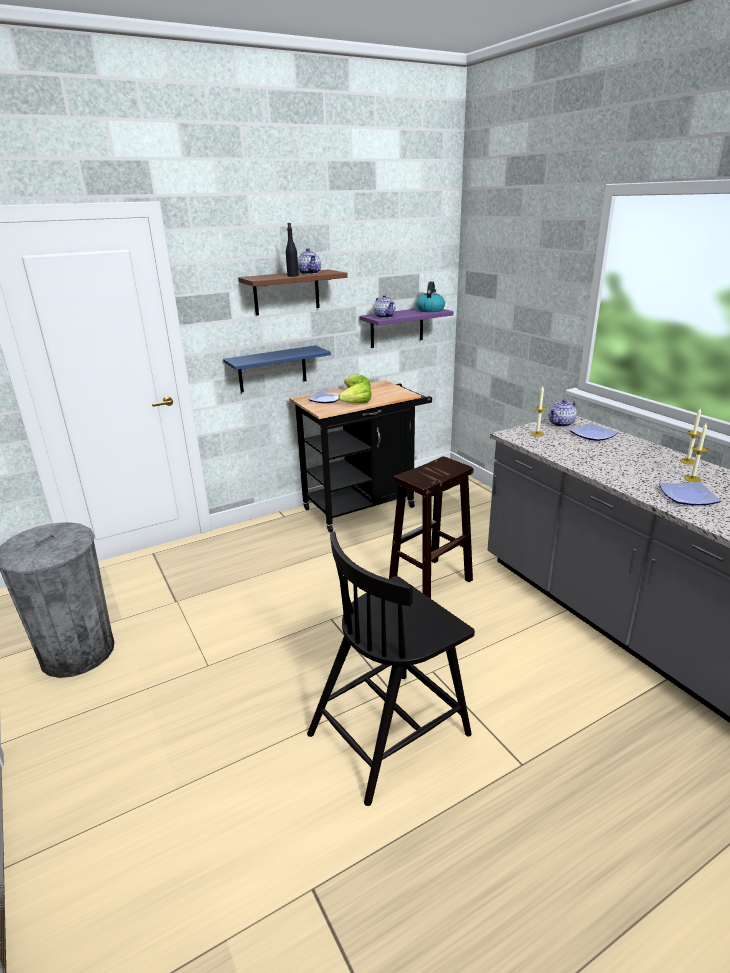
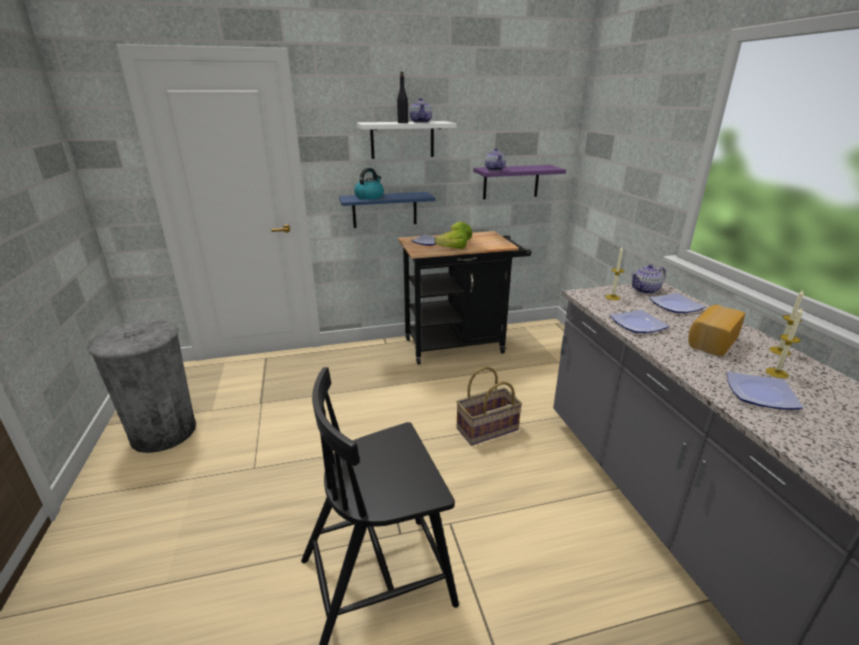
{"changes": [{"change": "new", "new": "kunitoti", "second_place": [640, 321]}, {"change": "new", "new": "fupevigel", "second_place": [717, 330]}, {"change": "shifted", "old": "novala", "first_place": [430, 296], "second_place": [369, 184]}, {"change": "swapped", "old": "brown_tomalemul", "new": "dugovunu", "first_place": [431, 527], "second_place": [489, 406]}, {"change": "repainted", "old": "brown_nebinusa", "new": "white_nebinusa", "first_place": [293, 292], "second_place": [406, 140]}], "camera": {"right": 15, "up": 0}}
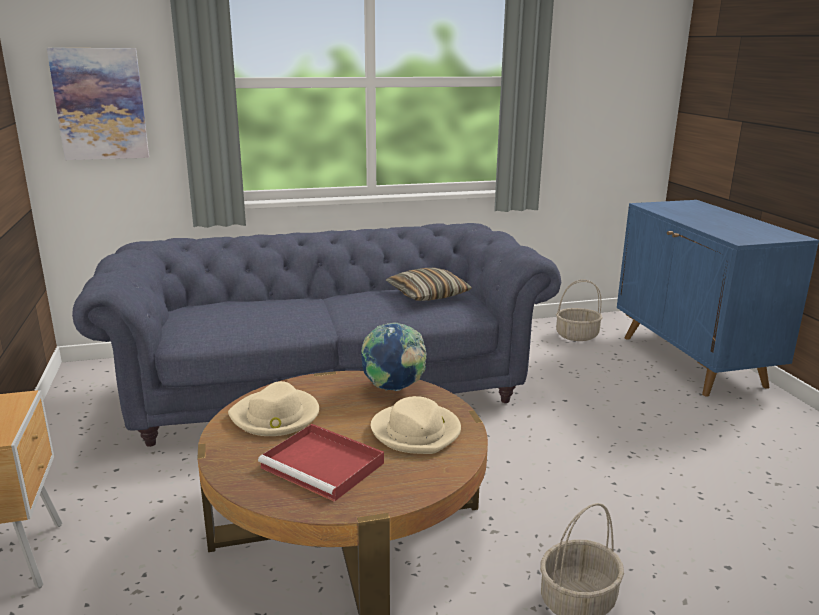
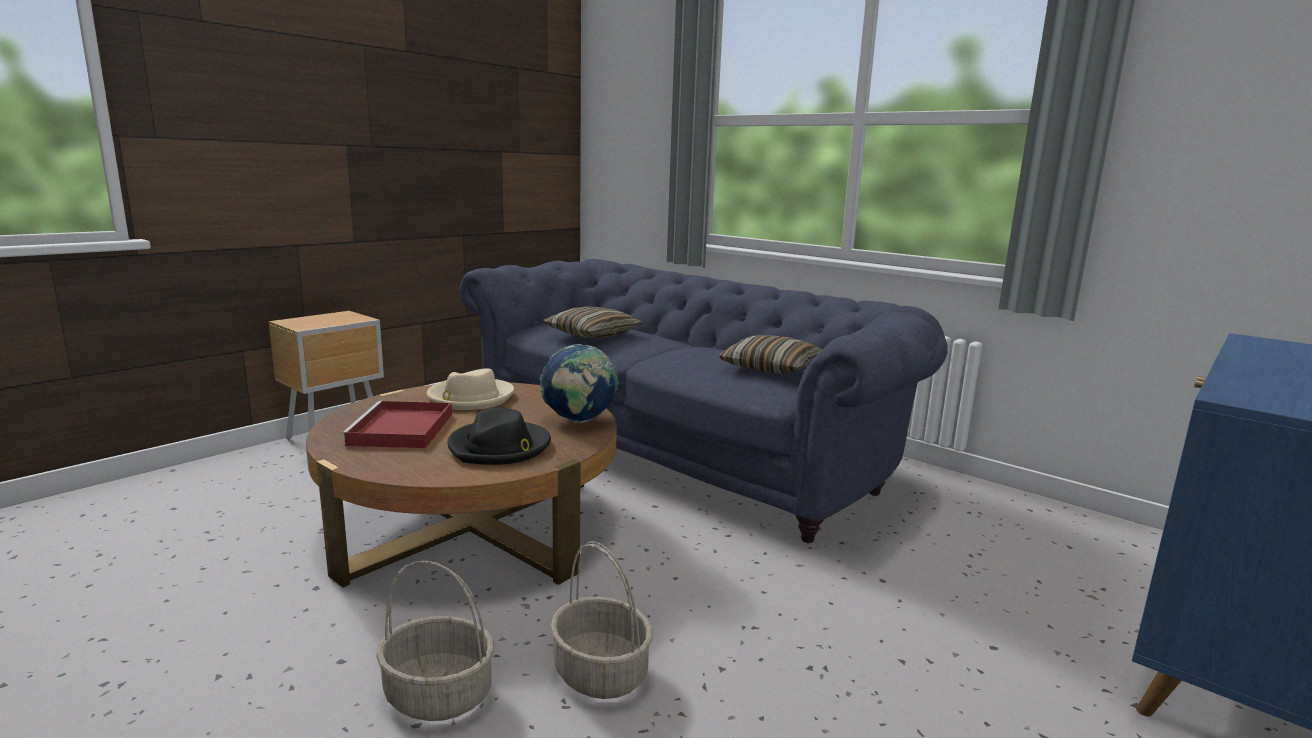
{"changes": [{"change": "gone", "old": "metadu", "first_place": [98, 104]}, {"change": "new", "new": "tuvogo", "second_place": [594, 322]}, {"change": "shifted", "old": "dugovunu", "first_place": [579, 310], "second_place": [601, 620]}, {"change": "repainted", "old": "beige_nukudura", "new": "black_nukudura", "first_place": [416, 425], "second_place": [499, 436]}], "camera": {"right": 55, "up": -5}}
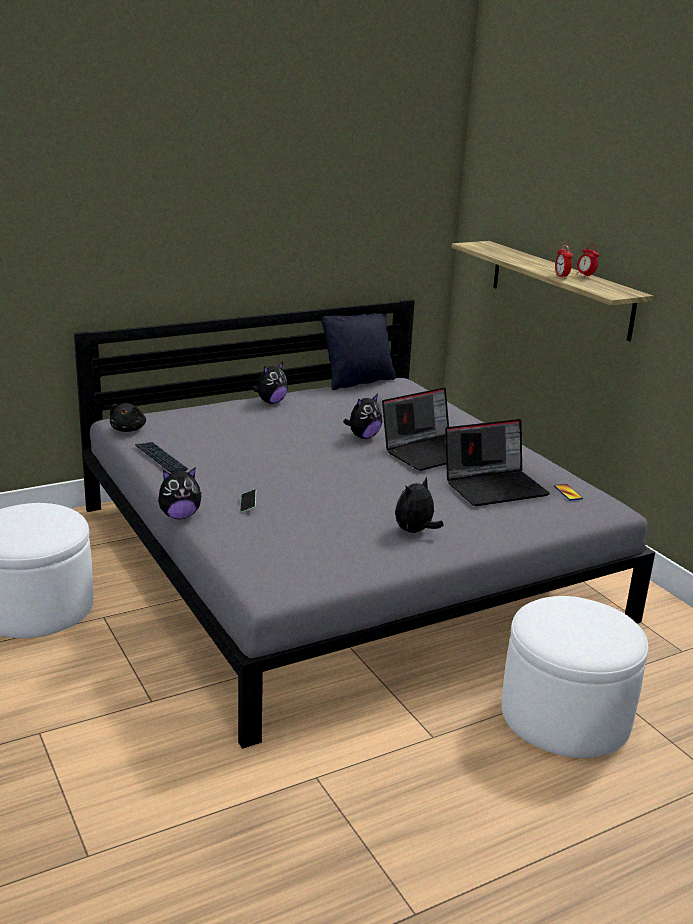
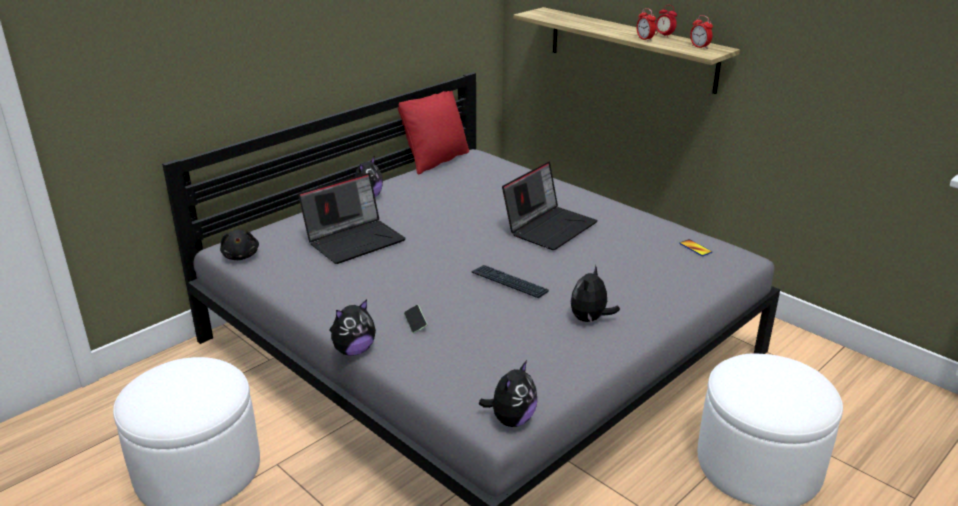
{"changes": [{"change": "new", "new": "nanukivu", "second_place": [701, 32]}, {"change": "shifted", "old": "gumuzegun", "first_place": [161, 457], "second_place": [510, 281]}, {"change": "shifted", "old": "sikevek", "first_place": [362, 416], "second_place": [508, 393]}, {"change": "shifted", "old": "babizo", "first_place": [497, 462], "second_place": [352, 218]}, {"change": "repainted", "old": "black_tuvogo", "new": "red_tuvogo", "first_place": [359, 351], "second_place": [433, 132]}], "camera": {"right": -15, "up": 5}}
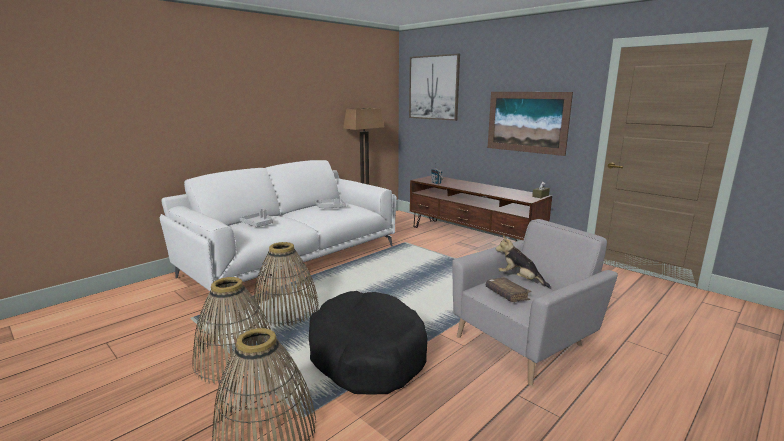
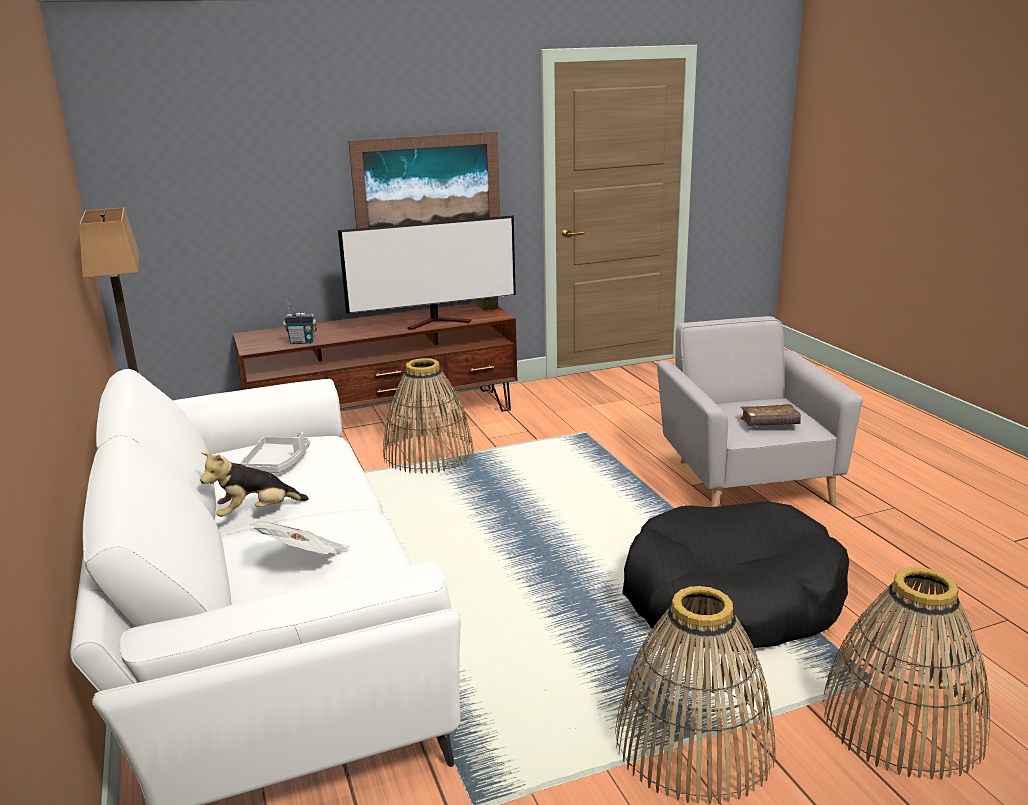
{"changes": [{"change": "gone", "old": "metadu", "first_place": [434, 87]}, {"change": "new", "new": "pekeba", "second_place": [427, 272]}, {"change": "shifted", "old": "dugovunu", "first_place": [286, 284], "second_place": [428, 416]}, {"change": "shifted", "old": "sikevek", "first_place": [523, 261], "second_place": [254, 484]}, {"change": "swapped", "old": "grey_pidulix", "new": "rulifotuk", "first_place": [256, 218], "second_place": [300, 538]}], "camera": {"right": -65, "up": 5}}
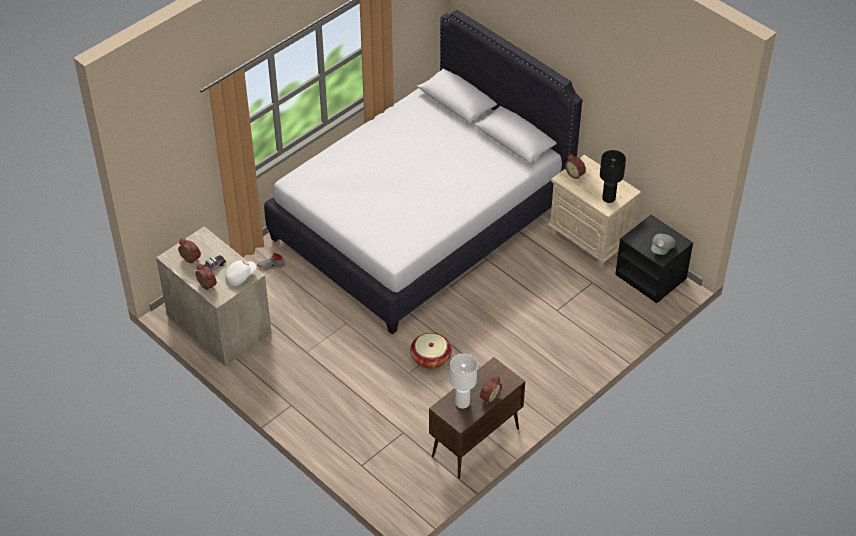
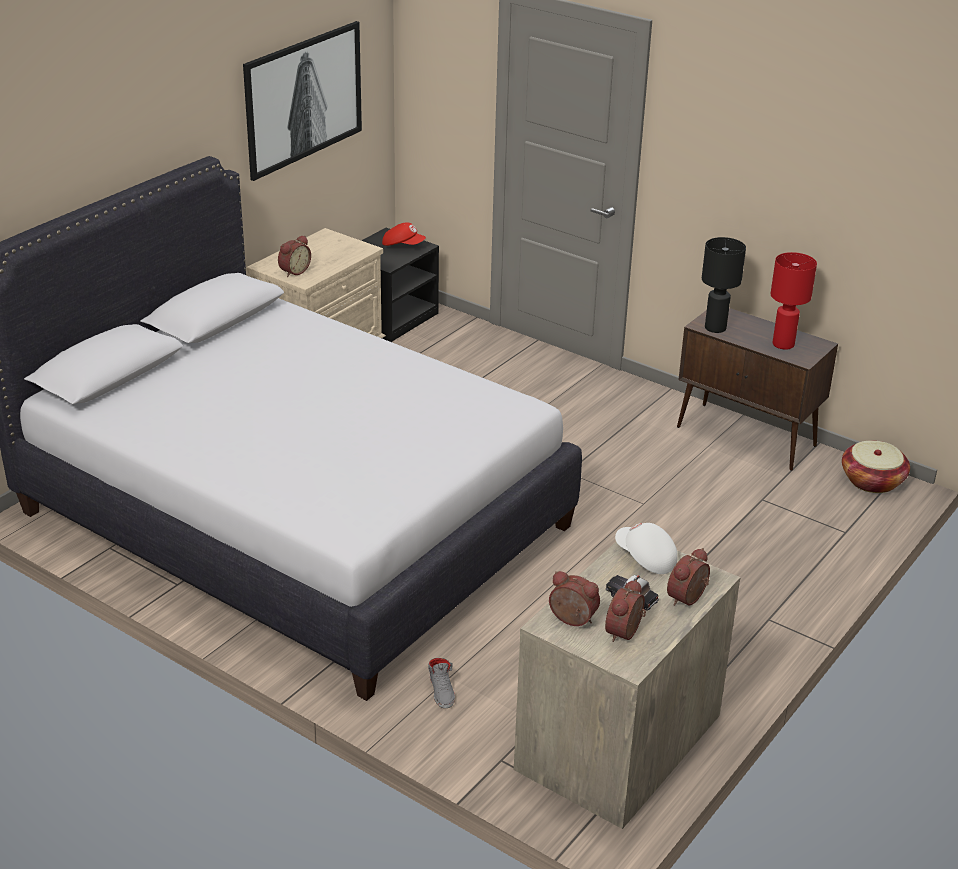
{"changes": [{"change": "new", "new": "metadu", "second_place": [302, 101]}, {"change": "shifted", "old": "dugovunu", "first_place": [431, 351], "second_place": [876, 467]}, {"change": "shifted", "old": "nanukivu", "first_place": [491, 390], "second_place": [574, 598]}, {"change": "shifted", "old": "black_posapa", "first_place": [613, 176], "second_place": [724, 285]}, {"change": "repainted", "old": "white_posapa", "new": "red_posapa", "first_place": [463, 381], "second_place": [794, 301]}, {"change": "repainted", "old": "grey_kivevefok", "new": "red_kivevefok", "first_place": [663, 244], "second_place": [404, 234]}], "camera": {"right": -100, "up": -15}}
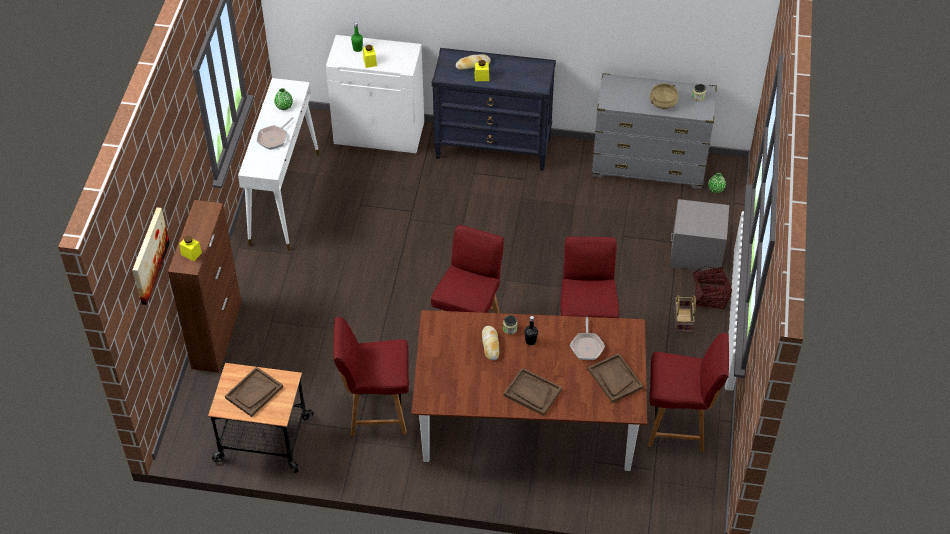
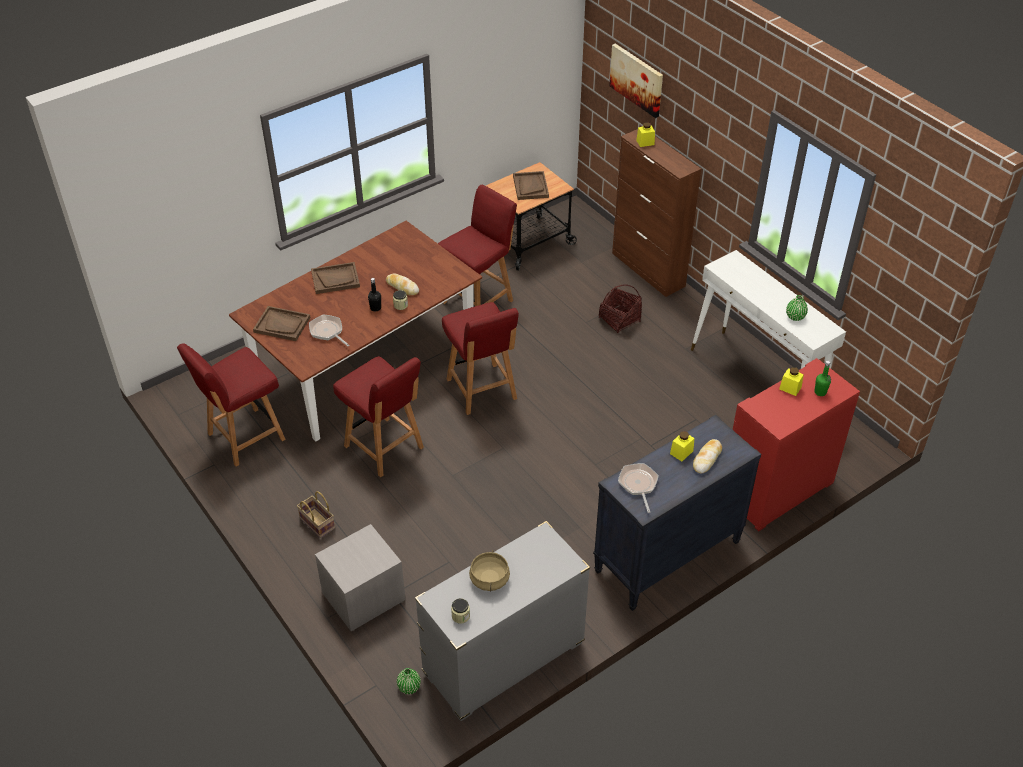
{"changes": [{"change": "shifted", "old": "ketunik", "first_place": [275, 133], "second_place": [638, 488]}, {"change": "shifted", "old": "dugovunu", "first_place": [712, 288], "second_place": [620, 309]}, {"change": "repainted", "old": "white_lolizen", "new": "red_lolizen", "first_place": [375, 94], "second_place": [796, 445]}], "camera": {"right": 135, "up": -5}}
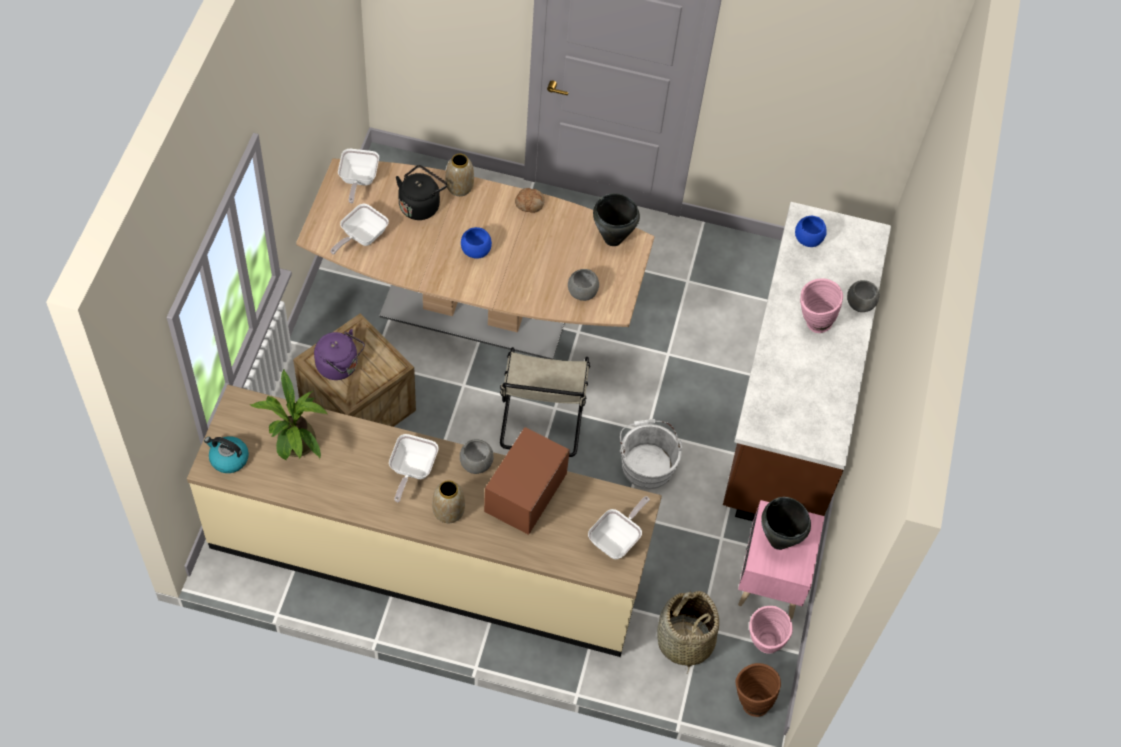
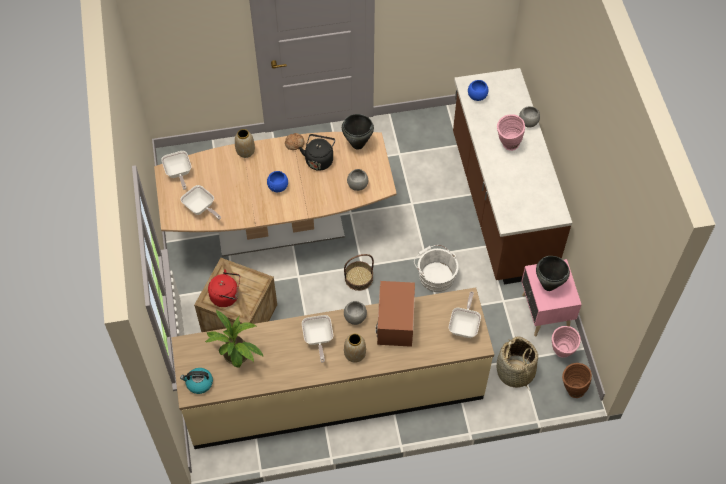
{"changes": [{"change": "shifted", "old": "black_novala", "first_place": [421, 192], "second_place": [317, 152]}, {"change": "swapped", "old": "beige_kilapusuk", "new": "dugovunu", "first_place": [545, 402], "second_place": [359, 272]}, {"change": "repainted", "old": "purple_novala", "new": "red_novala", "first_place": [339, 354], "second_place": [224, 288]}, {"change": "rotated", "old": "ketunik", "first_place": [359, 229], "second_place": [200, 202], "degrees": -60}], "camera": {"right": -20, "up": 0}}
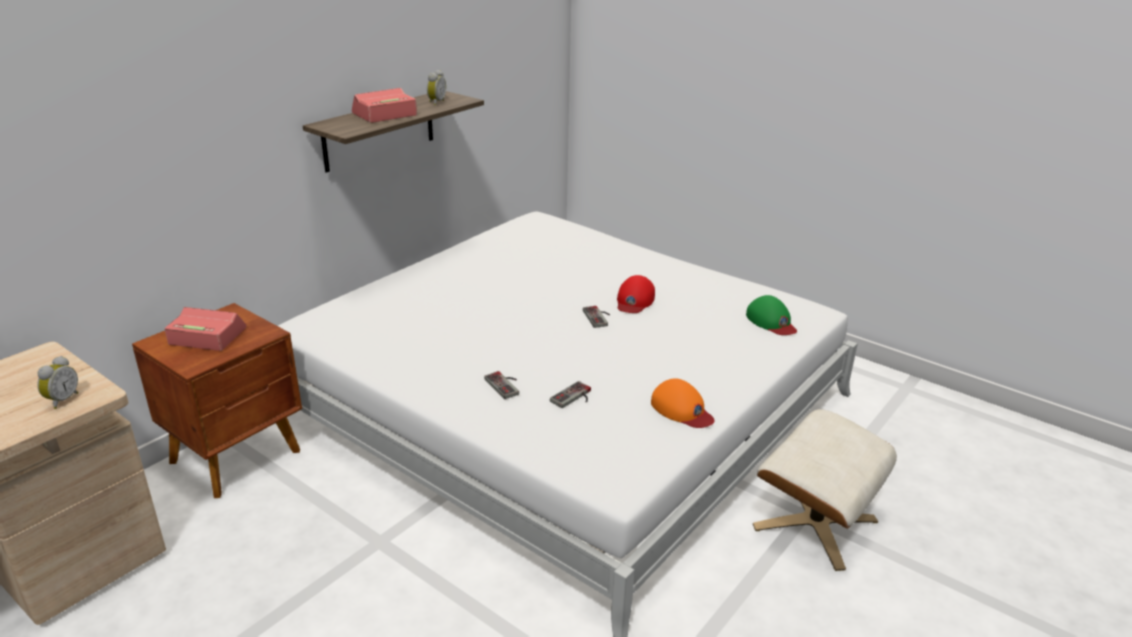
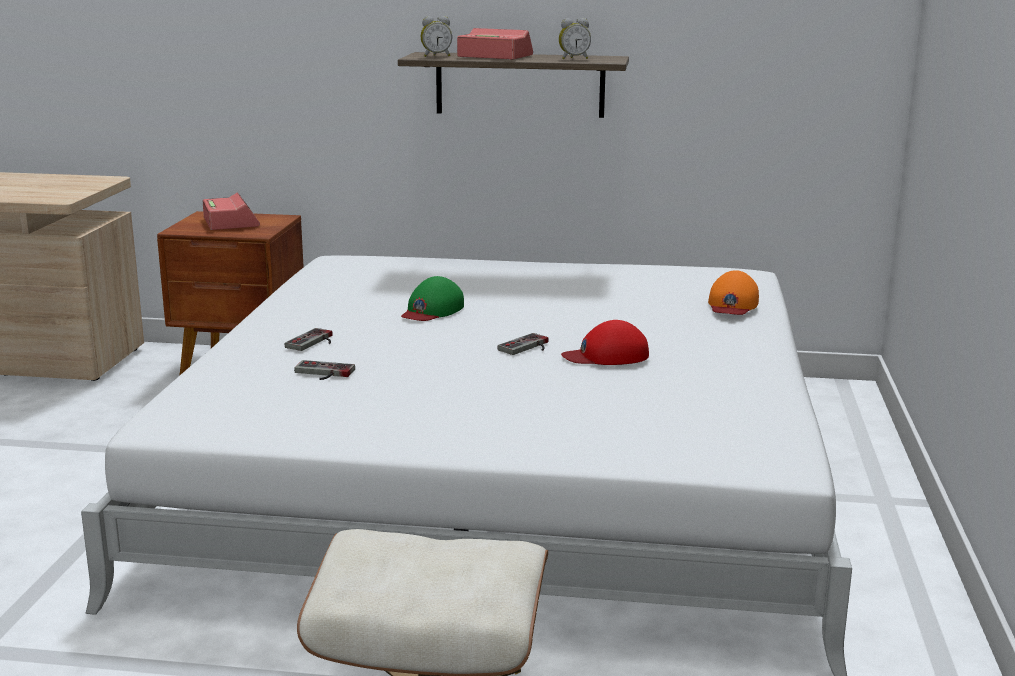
{"changes": [{"change": "shifted", "old": "nanukivu", "first_place": [57, 382], "second_place": [436, 36]}, {"change": "shifted", "old": "orange_kivevefok", "first_place": [683, 403], "second_place": [733, 292]}, {"change": "shifted", "old": "green_kivevefok", "first_place": [771, 315], "second_place": [432, 298]}], "camera": {"right": 60, "up": -10}}
